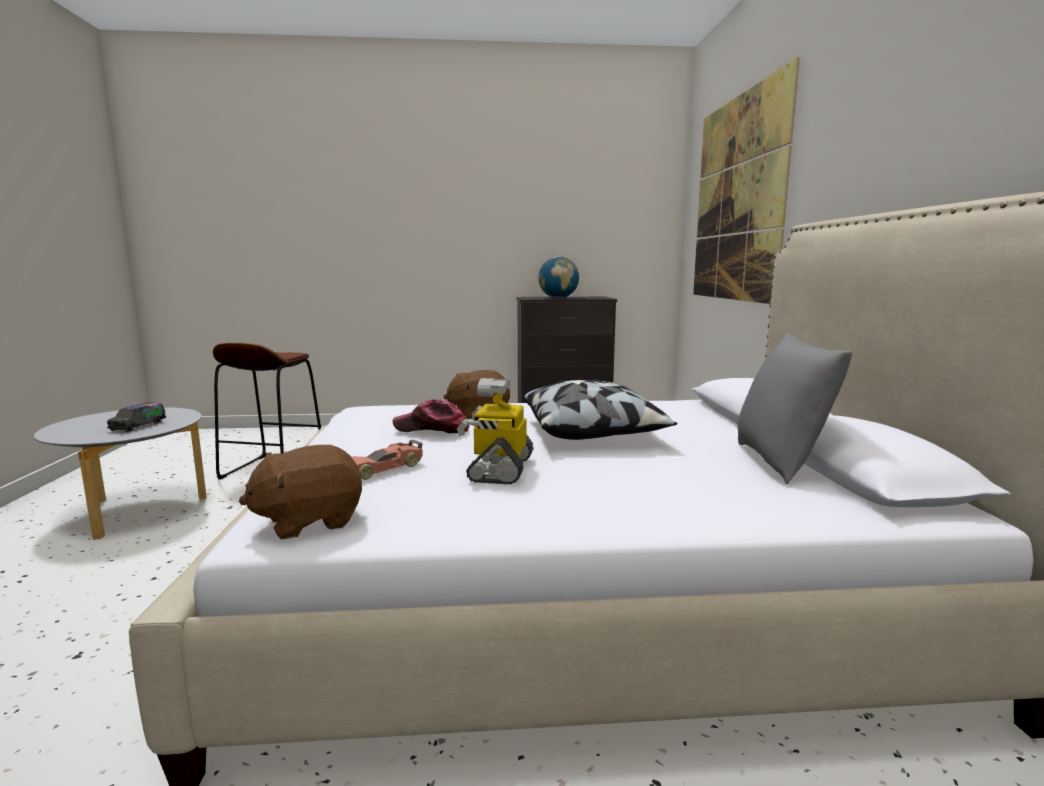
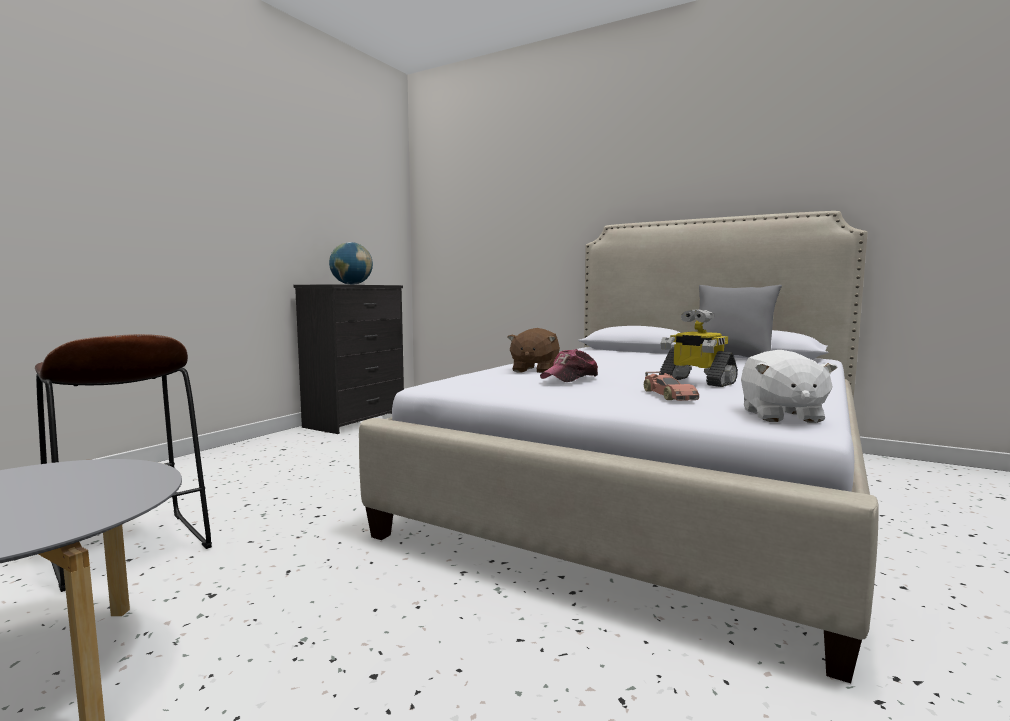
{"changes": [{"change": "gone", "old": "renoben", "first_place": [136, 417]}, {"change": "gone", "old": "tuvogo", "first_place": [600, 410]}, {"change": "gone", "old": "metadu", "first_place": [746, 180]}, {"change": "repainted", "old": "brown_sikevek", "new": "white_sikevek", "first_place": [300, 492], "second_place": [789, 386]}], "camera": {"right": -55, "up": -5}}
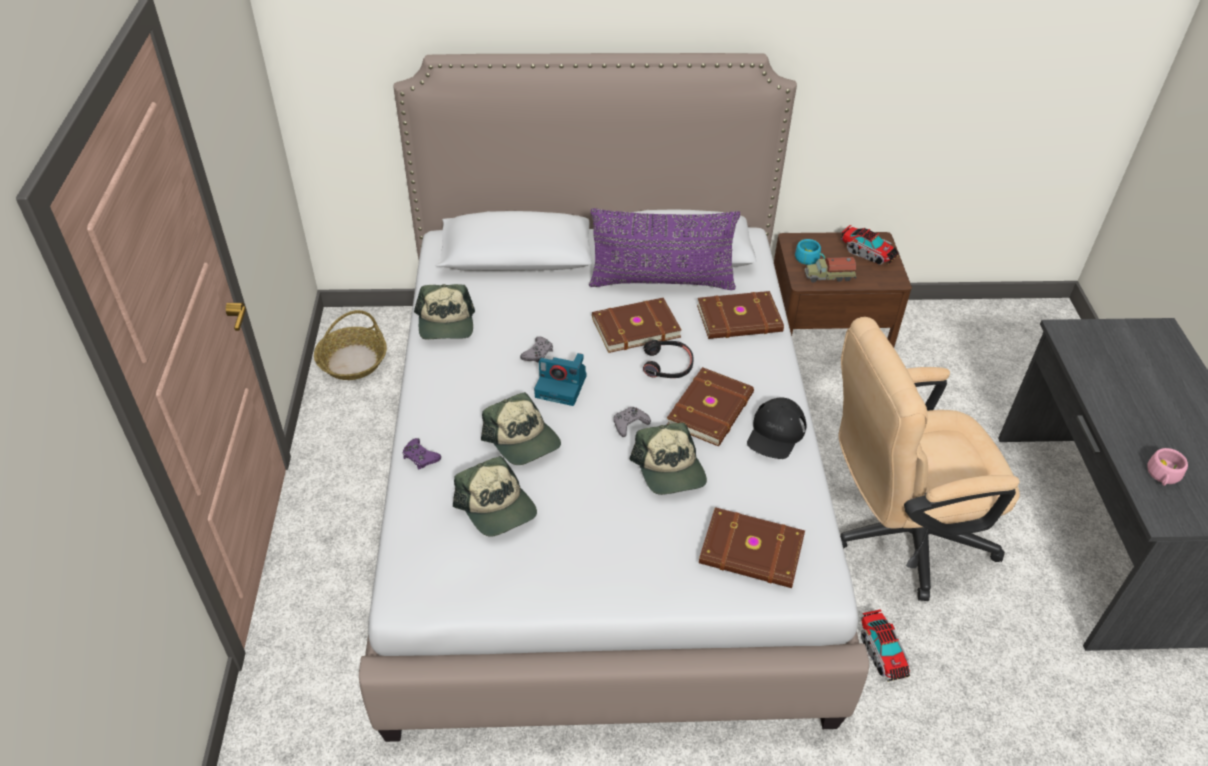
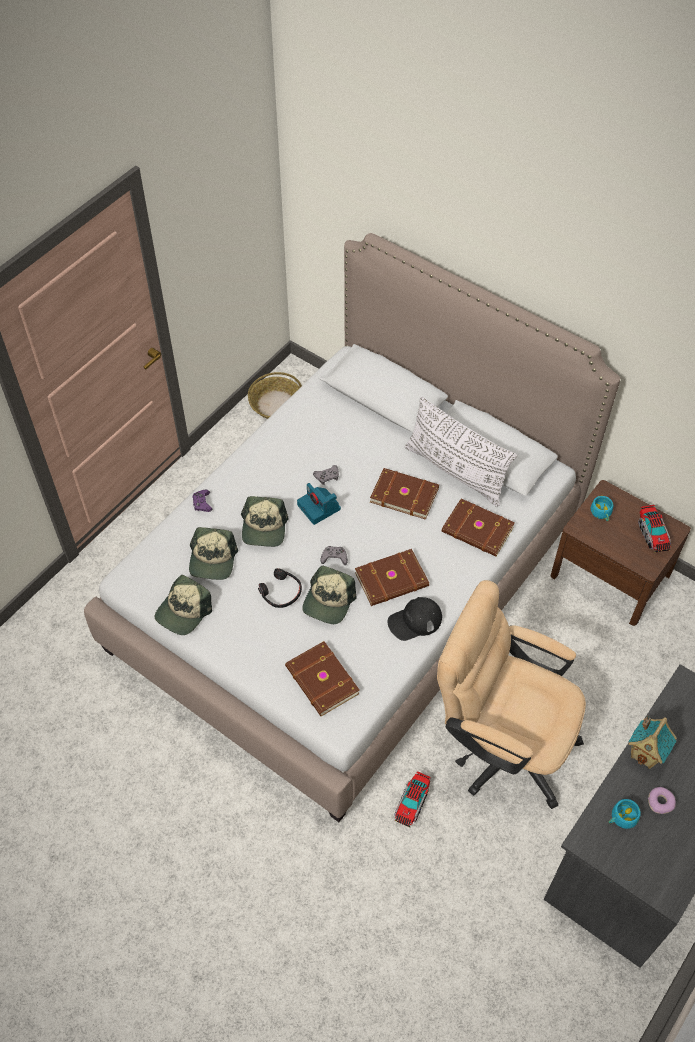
{"changes": [{"change": "gone", "old": "renoben", "first_place": [830, 270]}, {"change": "new", "new": "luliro", "second_place": [652, 742]}, {"change": "new", "new": "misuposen", "second_place": [662, 800]}, {"change": "shifted", "old": "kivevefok", "first_place": [444, 312], "second_place": [183, 605]}, {"change": "shifted", "old": "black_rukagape", "first_place": [668, 359], "second_place": [280, 588]}, {"change": "repainted", "old": "purple_tuvogo", "new": "white_tuvogo", "first_place": [665, 249], "second_place": [461, 452]}, {"change": "repainted", "old": "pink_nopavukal", "new": "turquoise_nopavukal", "first_place": [1168, 467], "second_place": [625, 814]}], "camera": {"right": 40, "up": 10}}
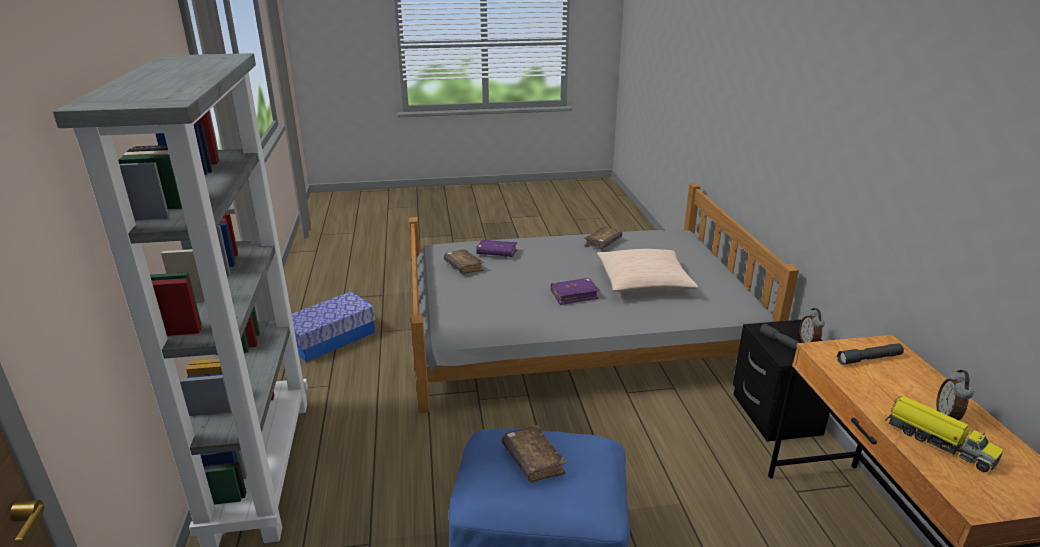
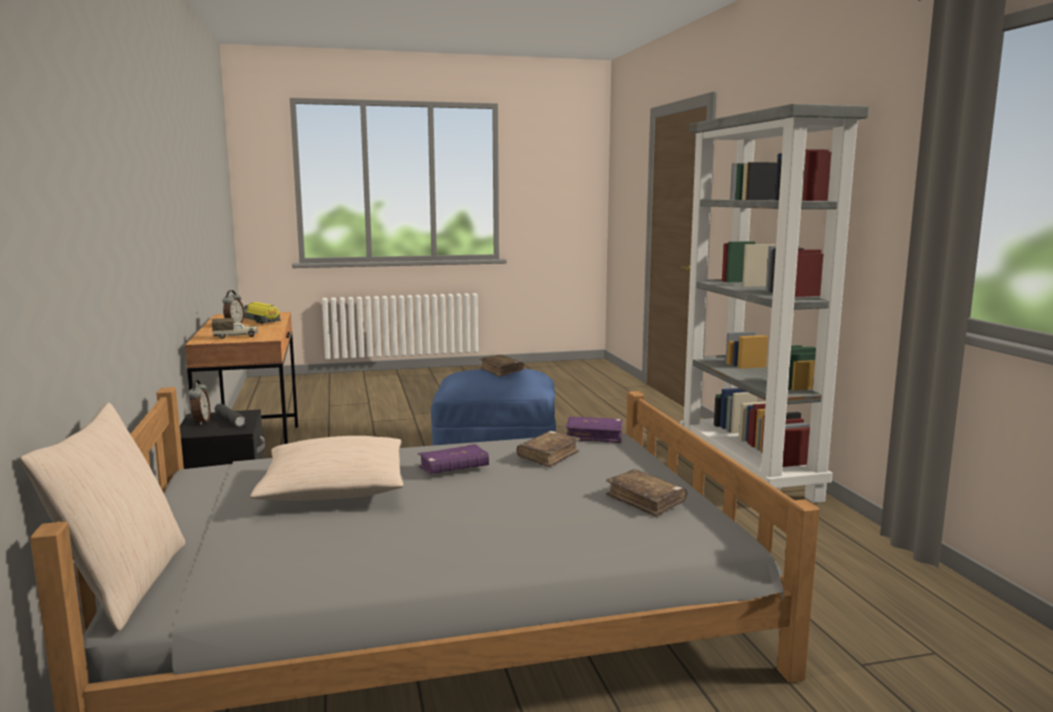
{"changes": [{"change": "gone", "old": "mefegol", "first_place": [334, 327]}, {"change": "new", "new": "beige_tuvogo", "second_place": [102, 517]}, {"change": "shifted", "old": "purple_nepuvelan", "first_place": [496, 248], "second_place": [594, 430]}, {"change": "shifted", "old": "brown_nepuvelan", "first_place": [603, 237], "second_place": [548, 449]}, {"change": "swapped", "old": "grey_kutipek", "new": "renoben", "first_place": [870, 354], "second_place": [235, 328]}], "camera": {"right": 175, "up": -15}}
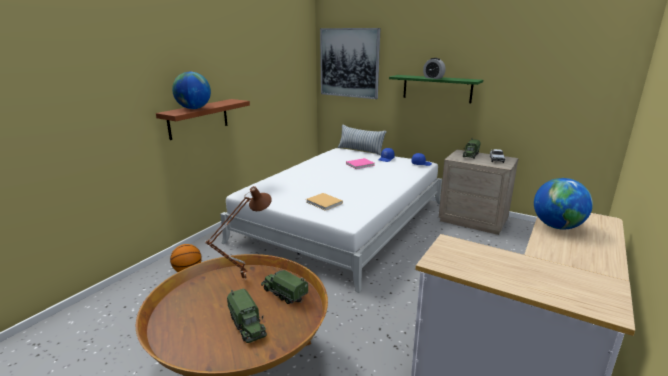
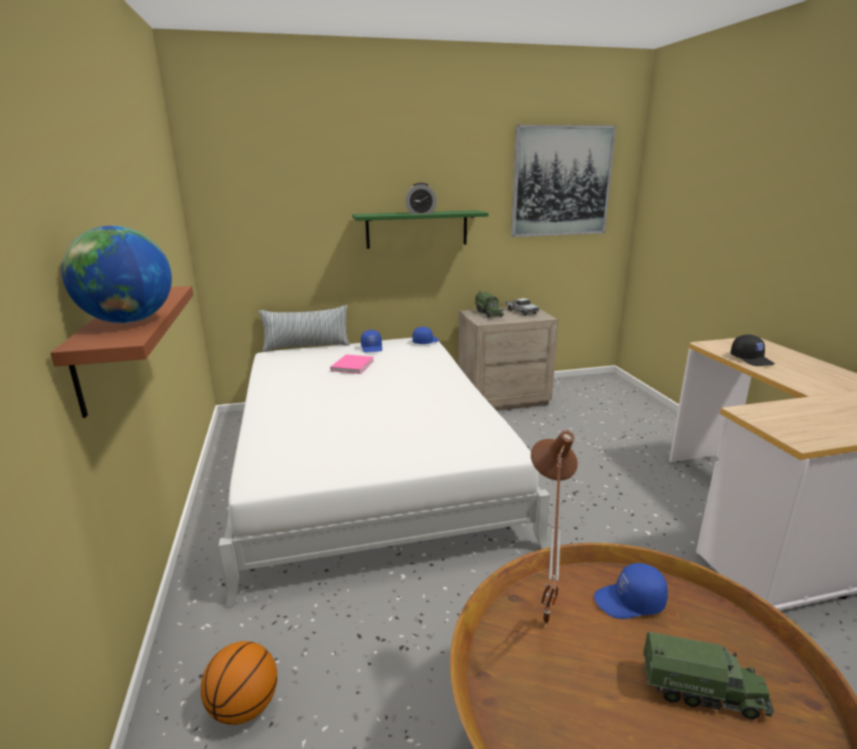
{"changes": [{"change": "gone", "old": "beige_nepuvelan", "first_place": [324, 202]}, {"change": "shifted", "old": "metadu", "first_place": [350, 63], "second_place": [563, 181]}, {"change": "swapped", "old": "renoben", "new": "blue_kivevefok", "first_place": [285, 287], "second_place": [631, 591]}, {"change": "swapped", "old": "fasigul", "new": "black_kivevefok", "first_place": [563, 203], "second_place": [752, 350]}], "camera": {"right": -45, "up": 0}}
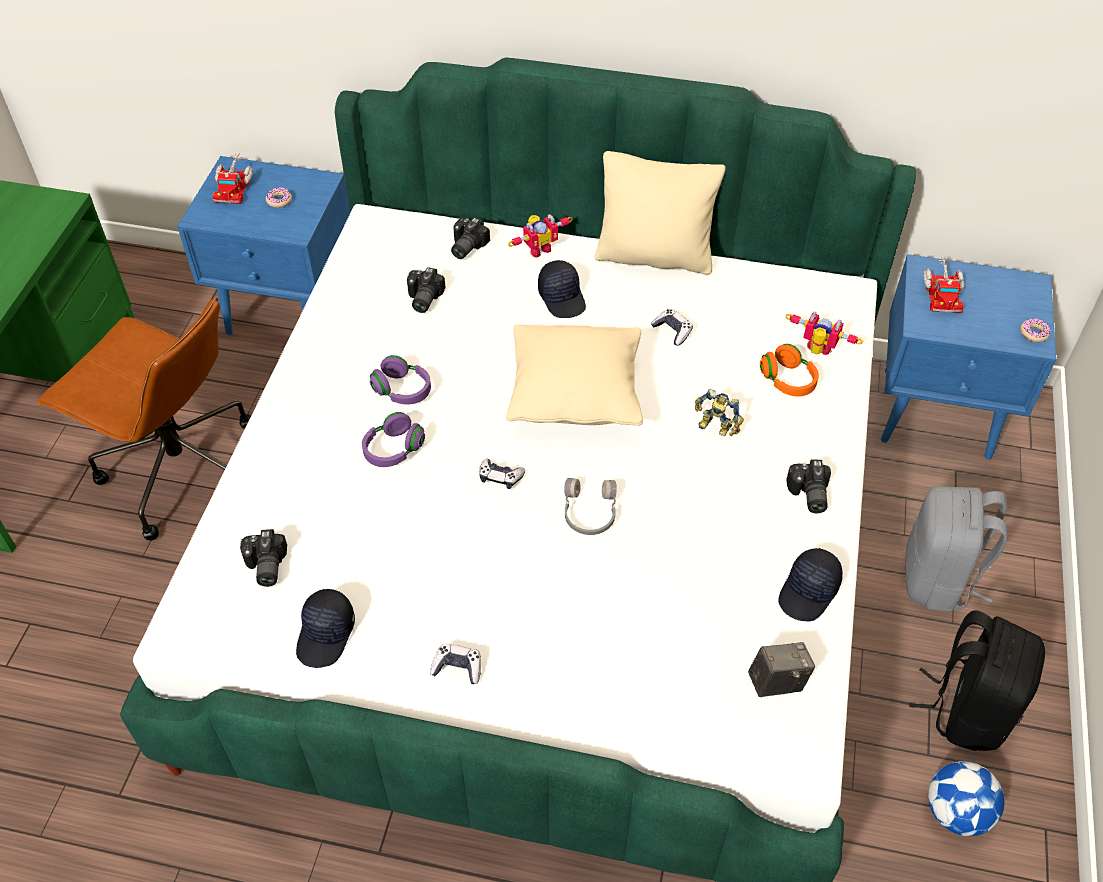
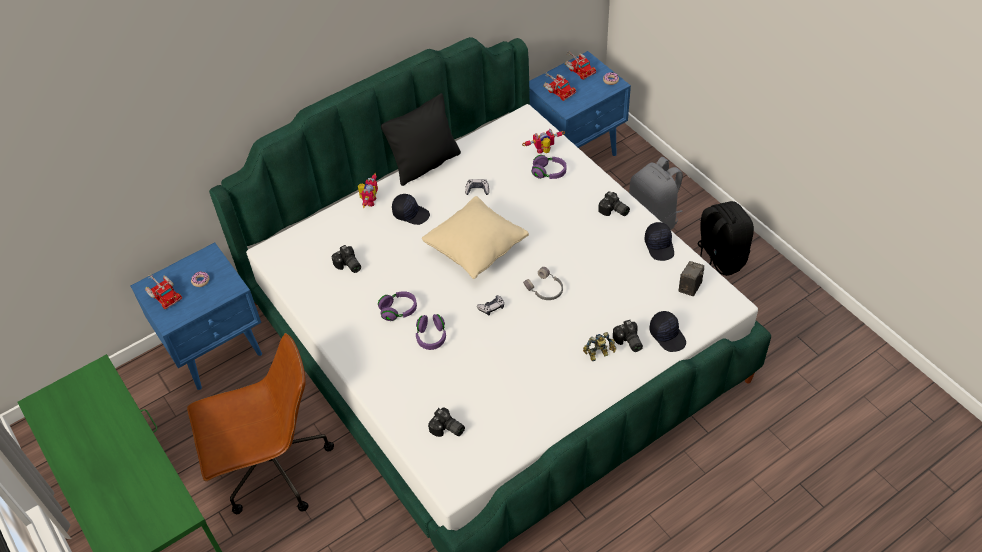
{"changes": [{"change": "gone", "old": "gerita", "first_place": [455, 663]}, {"change": "gone", "old": "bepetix", "first_place": [966, 798]}, {"change": "new", "new": "renoben", "second_place": [580, 65]}, {"change": "shifted", "old": "black_kivevefok", "first_place": [325, 628], "second_place": [667, 331]}, {"change": "shifted", "old": "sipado", "first_place": [470, 238], "second_place": [628, 336]}, {"change": "shifted", "old": "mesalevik", "first_place": [719, 412], "second_place": [599, 346]}, {"change": "repainted", "old": "beige_tuvogo", "new": "black_tuvogo", "first_place": [660, 213], "second_place": [421, 139]}, {"change": "repainted", "old": "orange_rukagape", "new": "purple_rukagape", "first_place": [789, 370], "second_place": [549, 167]}], "camera": {"right": -45, "up": 0}}
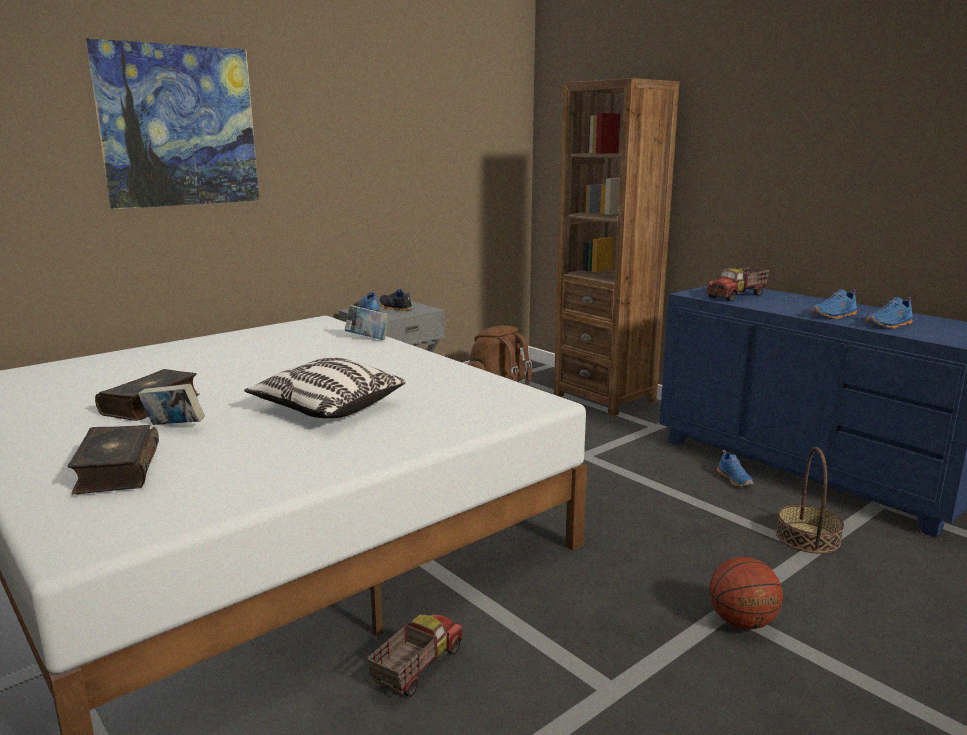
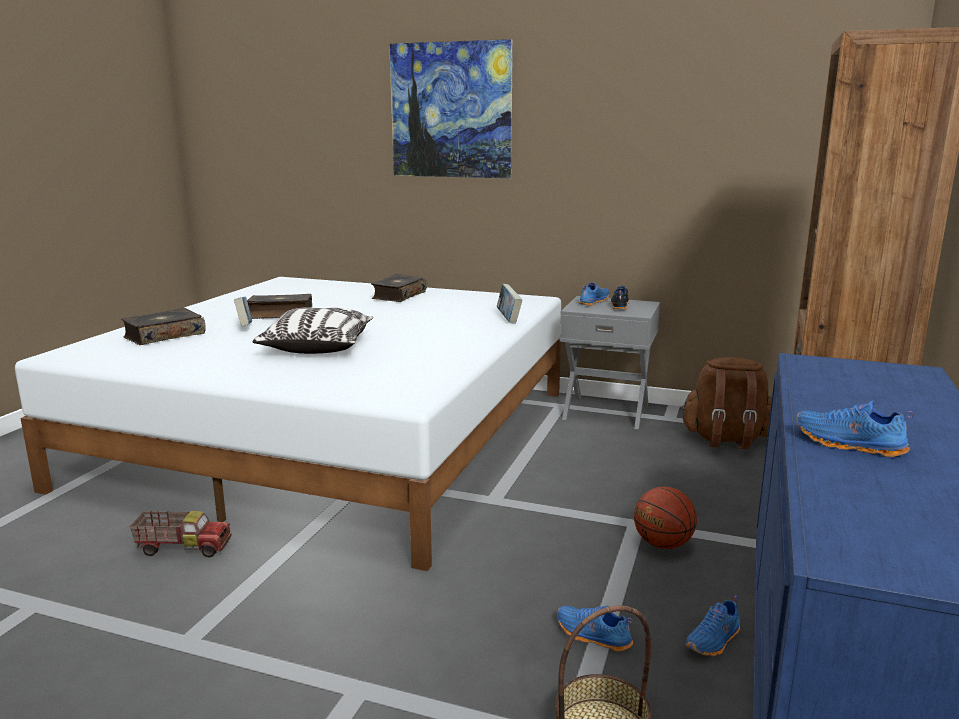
{"changes": [{"change": "gone", "old": "renoben", "first_place": [738, 284]}, {"change": "new", "new": "nepuvelan", "second_place": [399, 288]}, {"change": "shifted", "old": "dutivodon", "first_place": [746, 593], "second_place": [665, 518]}, {"change": "shifted", "old": "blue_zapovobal", "first_place": [889, 313], "second_place": [595, 628]}], "camera": {"right": 60, "up": 0}}
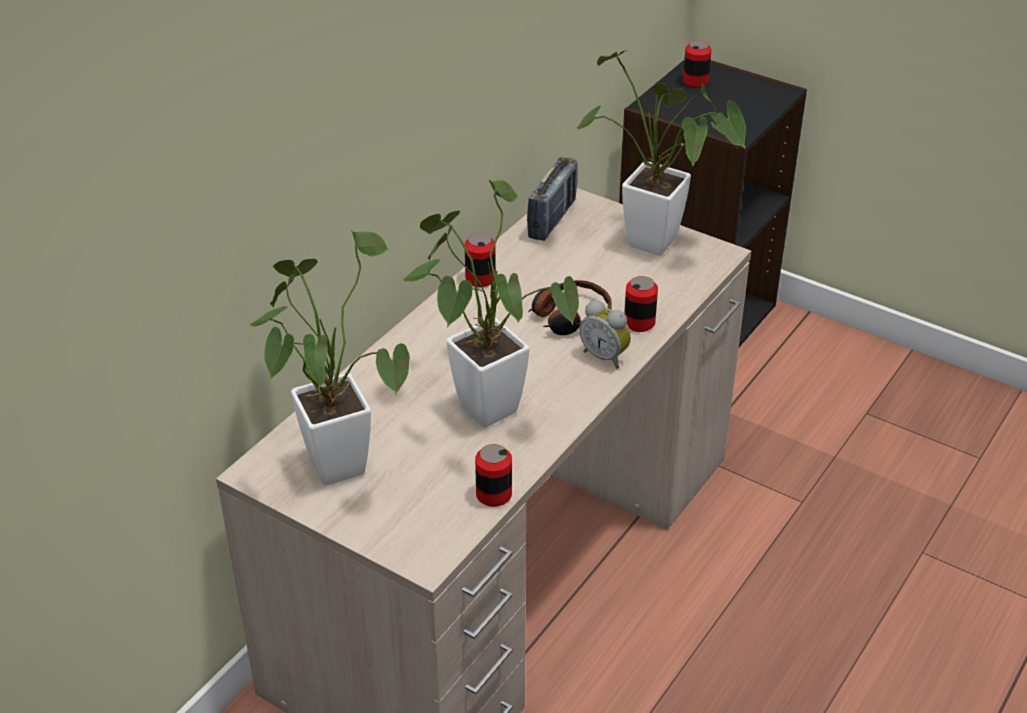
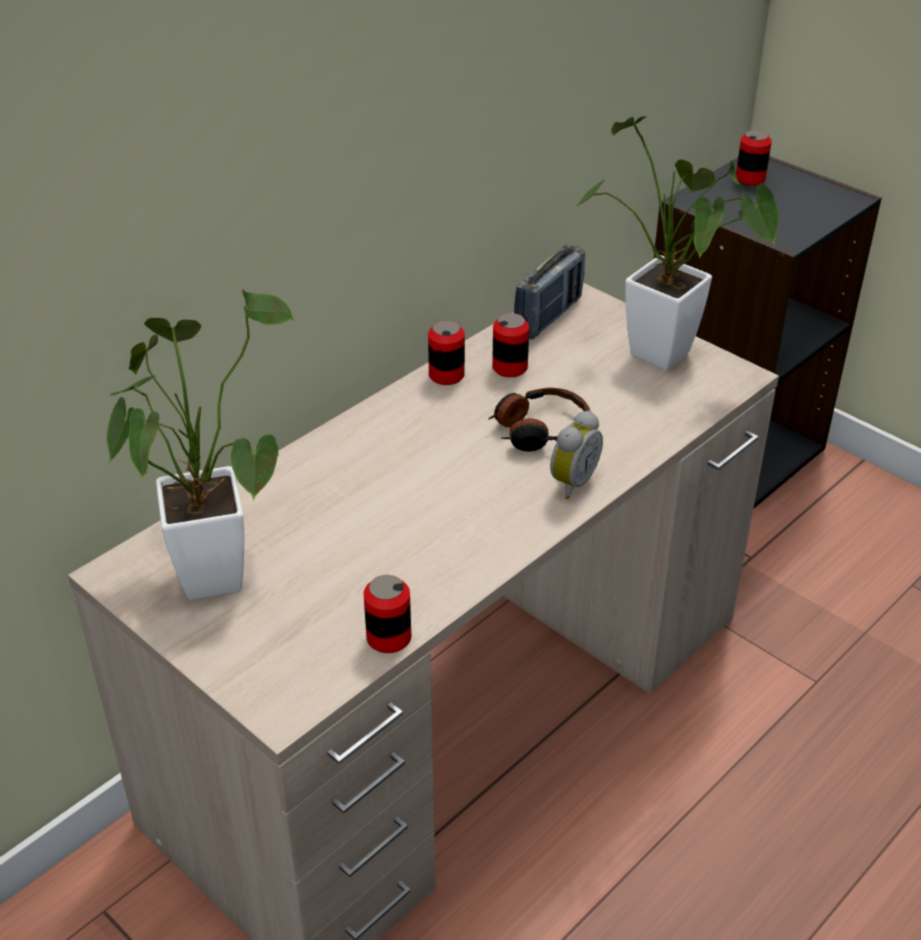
{"changes": [{"change": "gone", "old": "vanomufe", "first_place": [490, 304]}, {"change": "shifted", "old": "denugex", "first_place": [641, 304], "second_place": [510, 345]}, {"change": "rotated", "old": "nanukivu", "first_place": [605, 334], "second_place": [576, 454], "degrees": -105}], "camera": {"right": 10, "up": 0}}
